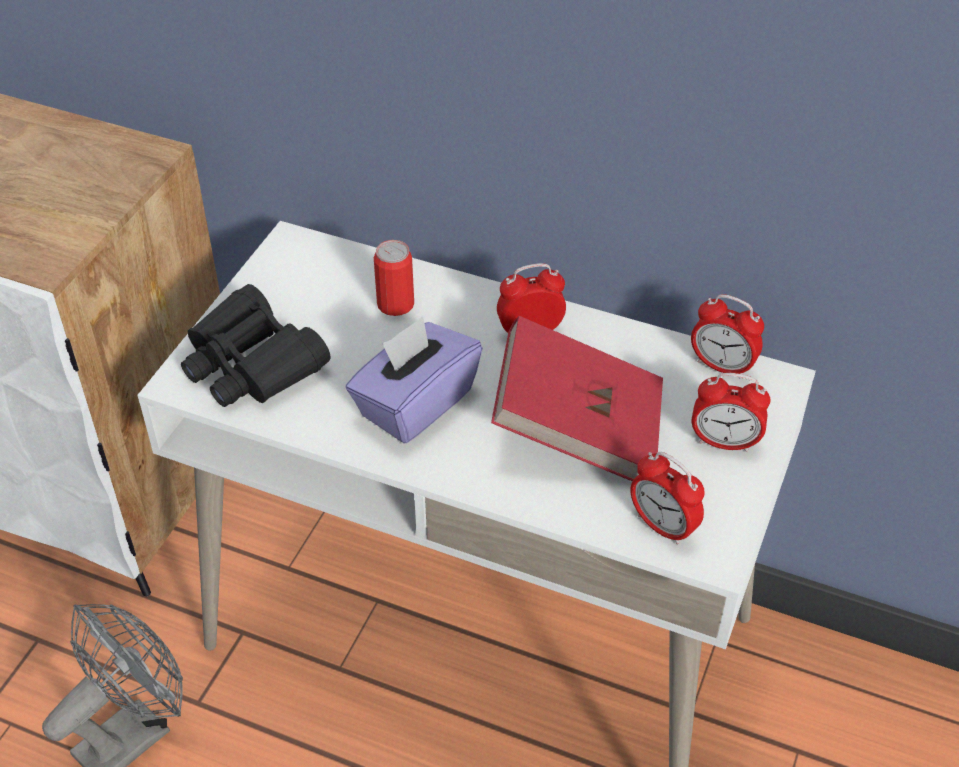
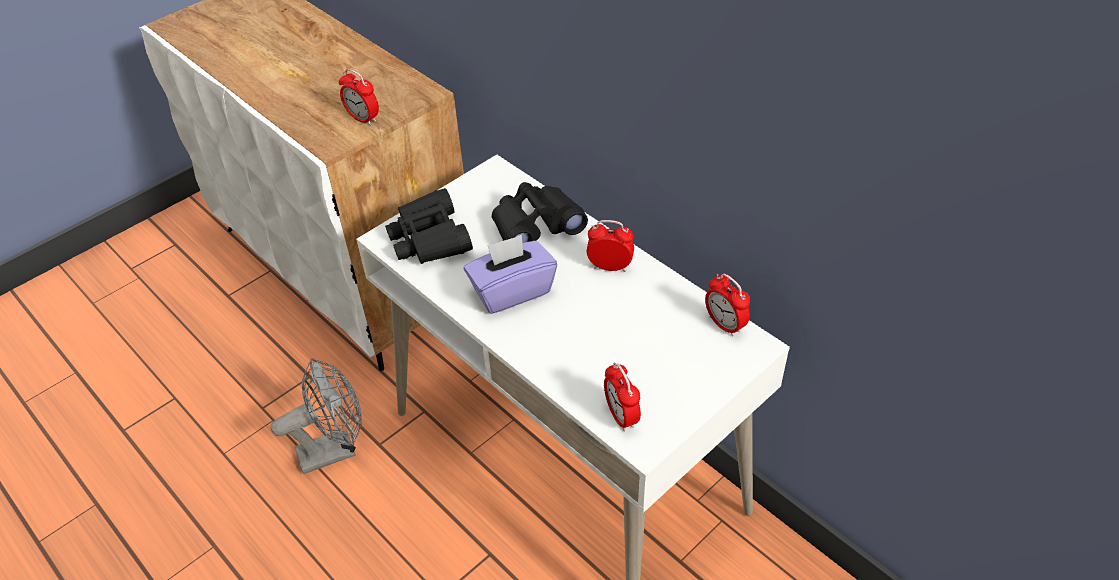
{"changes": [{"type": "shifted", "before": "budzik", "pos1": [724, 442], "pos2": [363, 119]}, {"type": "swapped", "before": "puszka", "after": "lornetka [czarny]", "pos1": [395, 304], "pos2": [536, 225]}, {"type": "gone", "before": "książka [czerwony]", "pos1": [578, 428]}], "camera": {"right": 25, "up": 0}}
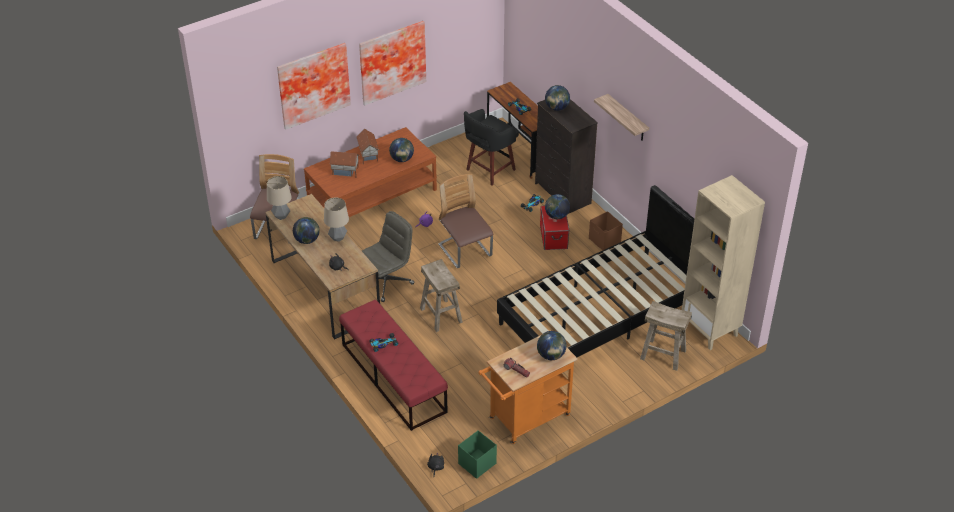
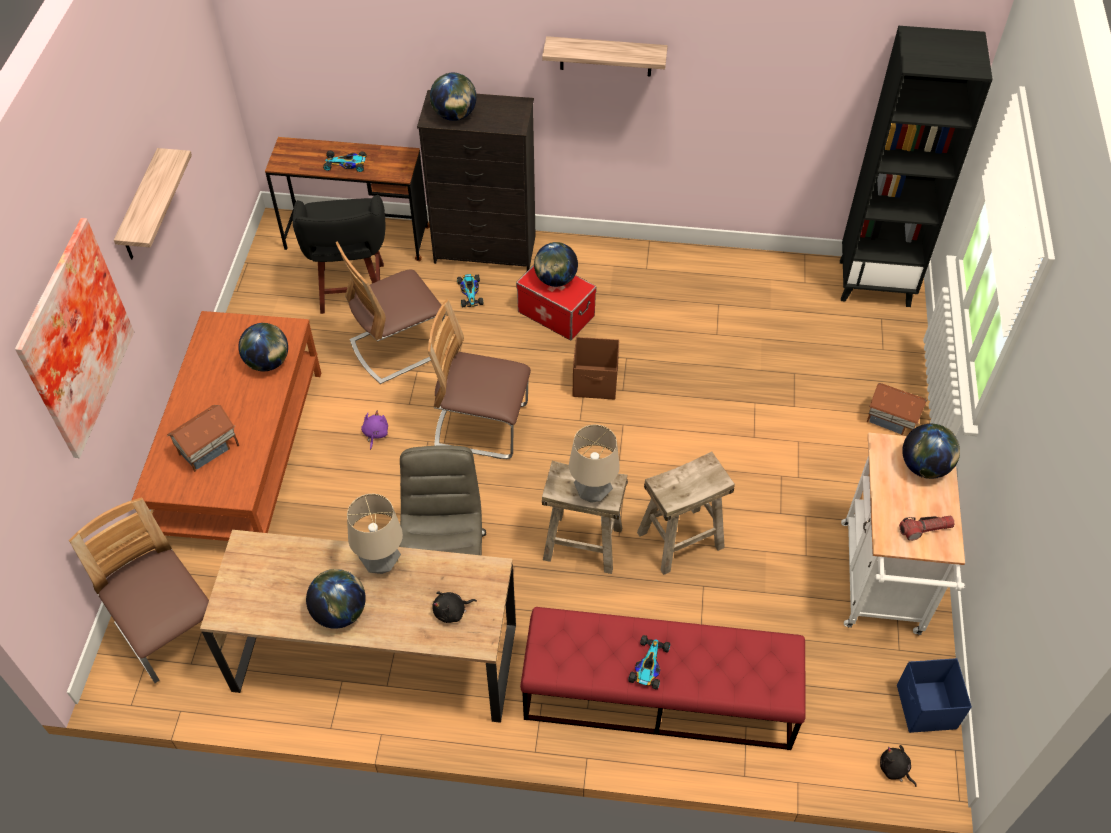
{"changes": [{"type": "swapped", "before": "obraz", "after": "półka", "pos1": [391, 61], "pos2": [141, 208]}, {"type": "new", "after": "krzesło", "pos2": [398, 347]}, {"type": "shifted", "before": "lampa stołowa", "pos1": [281, 216], "pos2": [593, 494]}, {"type": "shifted", "before": "pojemnik do przechowywania [brązowy]", "pos1": [604, 241], "pos2": [595, 383]}, {"type": "shifted", "before": "stołek [beżowy]", "pos1": [662, 355], "pos2": [680, 540]}, {"type": "repainted", "before": "regał [beżowy]", "after": "regał [czarny]", "pos1": [710, 330], "pos2": [875, 283]}, {"type": "repainted", "before": "wózek [pomarańczowy]", "after": "wózek [biały]", "pos1": [525, 419], "pos2": [881, 585]}, {"type": "shifted", "before": "domek", "pos1": [367, 155], "pos2": [891, 422]}, {"type": "repainted", "before": "pojemnik do przechowywania [zielony]", "after": "pojemnik do przechowywania [niebieski]", "pos1": [476, 464], "pos2": [926, 708]}, {"type": "gone", "before": "łóżko [czarny]", "pos1": [601, 313]}], "camera": {"right": -50, "up": 10}}
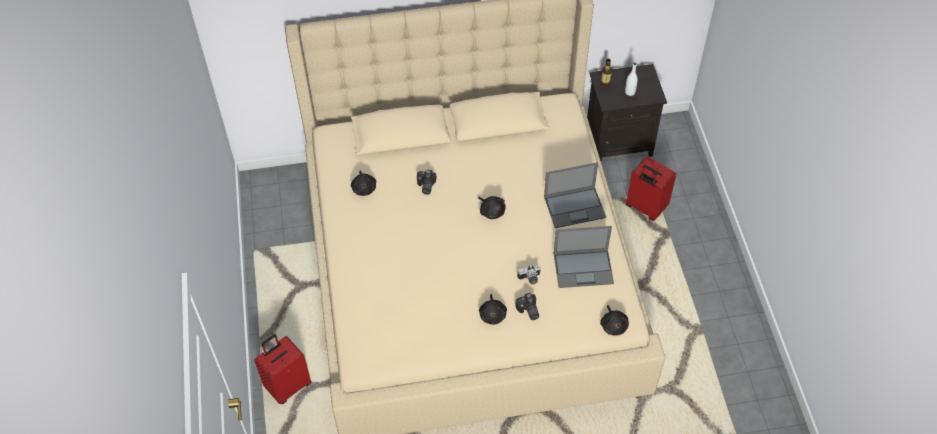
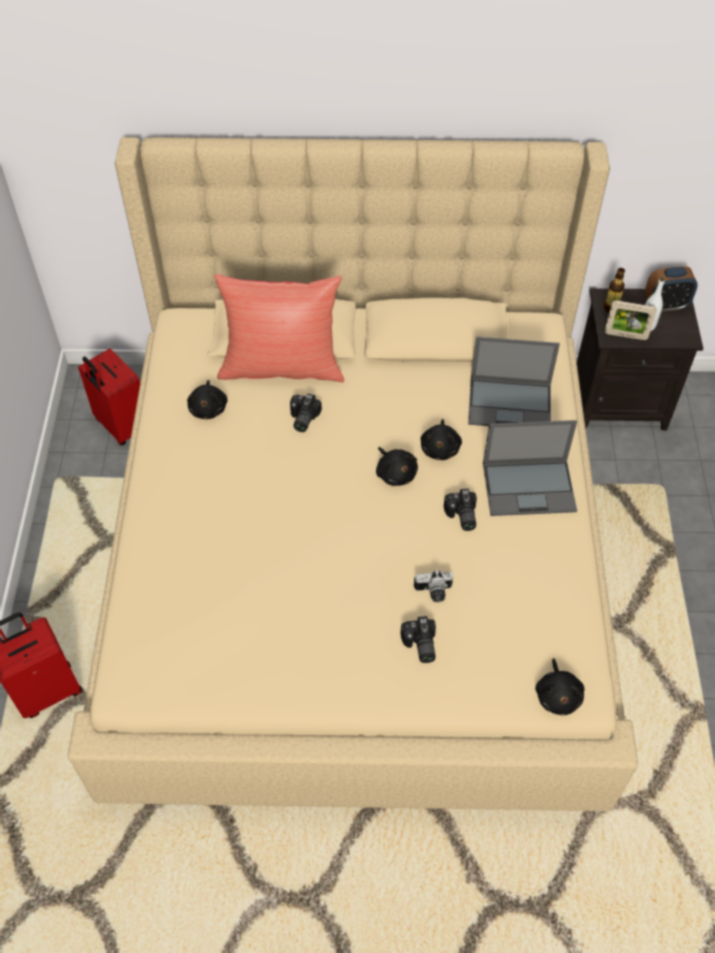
{"changes": [{"type": "shifted", "before": "walizka [czerwony]", "pos1": [645, 208], "pos2": [121, 426]}, {"type": "new", "after": "poduszka [czerwony]", "pos2": [282, 367]}, {"type": "shifted", "before": "pluszak [czarny]", "pos1": [493, 314], "pos2": [440, 448]}, {"type": "new", "after": "aparat fotograficzny", "pos2": [461, 516]}, {"type": "shifted", "before": "laptop", "pos1": [584, 268], "pos2": [511, 404]}, {"type": "new", "after": "ramka na zdjęcie", "pos2": [625, 335]}, {"type": "new", "after": "budzik", "pos2": [665, 305]}], "camera": {"right": 10, "up": 0}}
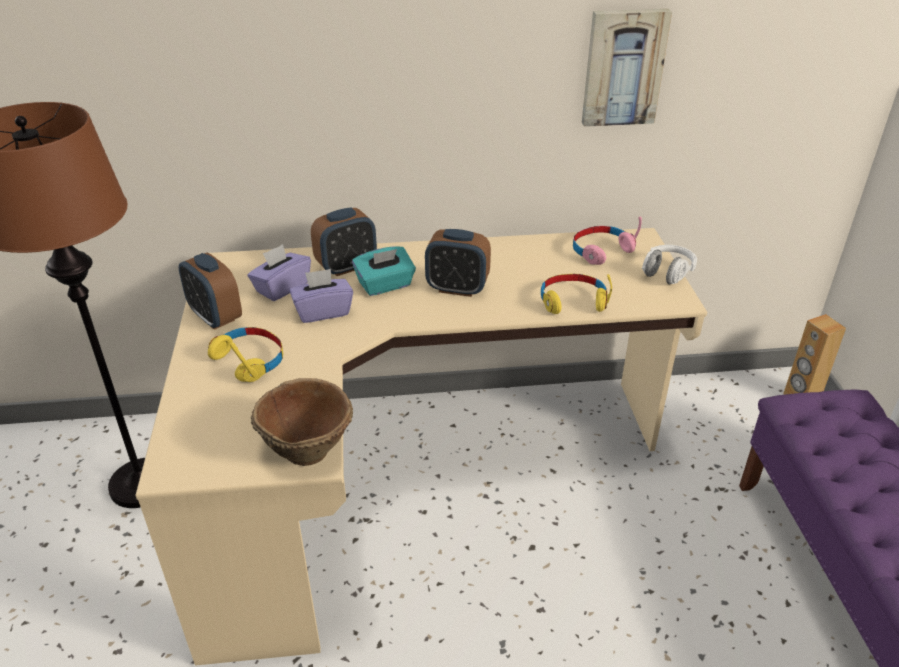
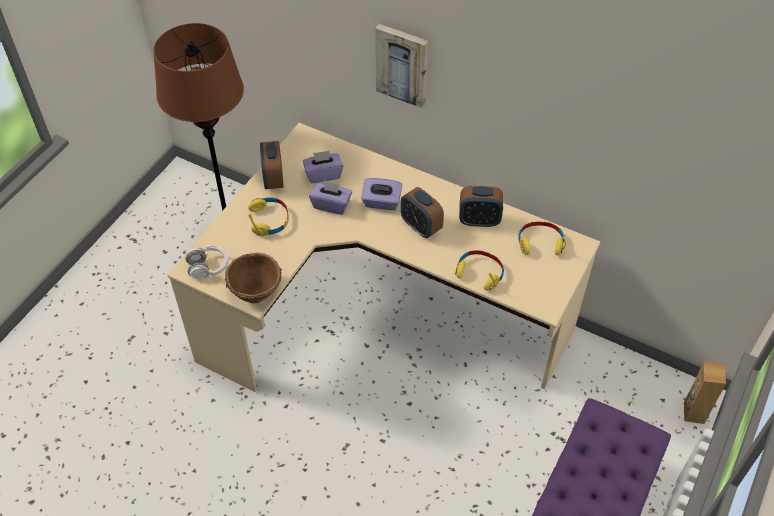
{"changes": [{"type": "shifted", "before": "słuchawki [biały]", "pos1": [667, 273], "pos2": [208, 268]}, {"type": "repainted", "before": "pudełko chusteczek [turkusowy]", "after": "pudełko chusteczek [fioletowy]", "pos1": [385, 285], "pos2": [381, 202]}, {"type": "shifted", "before": "obraz", "pos1": [623, 67], "pos2": [403, 64]}, {"type": "shifted", "before": "budzik", "pos1": [346, 267], "pos2": [479, 220]}, {"type": "repainted", "before": "słuchawki [różowy]", "after": "słuchawki [żółty]", "pos1": [601, 251], "pos2": [540, 243]}], "camera": {"right": 35, "up": 15}}
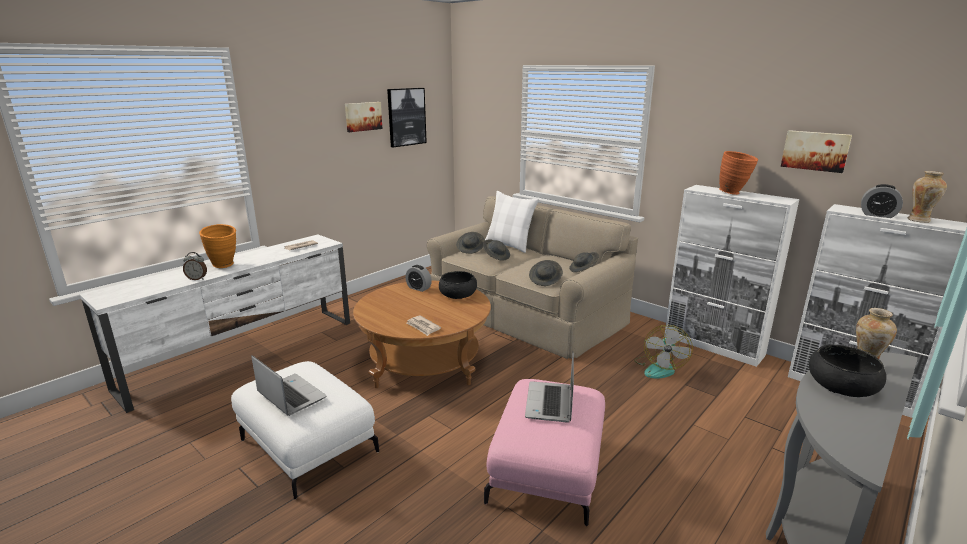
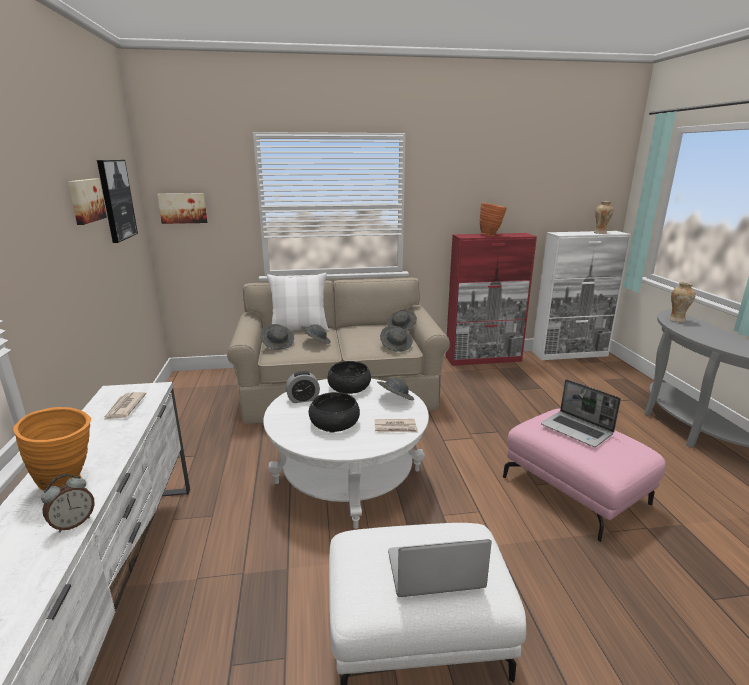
{"changes": [{"type": "shifted", "before": "obraz", "pos1": [815, 151], "pos2": [183, 208]}, {"type": "repainted", "before": "ława [brązowy]", "after": "ława [biały]", "pos1": [425, 362], "pos2": [348, 476]}, {"type": "shifted", "before": "miska [czarny]", "pos1": [842, 385], "pos2": [334, 423]}, {"type": "new", "after": "kapelusz [szary]", "pos2": [395, 399]}, {"type": "repainted", "before": "szafka [biały]", "after": "szafka [czerwony]", "pos1": [713, 345], "pos2": [483, 359]}, {"type": "gone", "before": "wentylator", "pos1": [659, 368]}, {"type": "gone", "before": "budzik", "pos1": [878, 215]}], "camera": {"right": -50, "up": 0}}
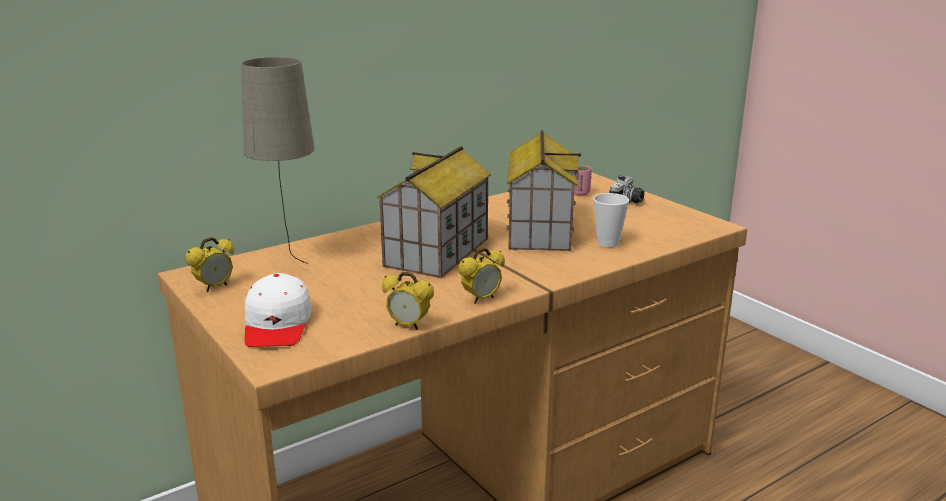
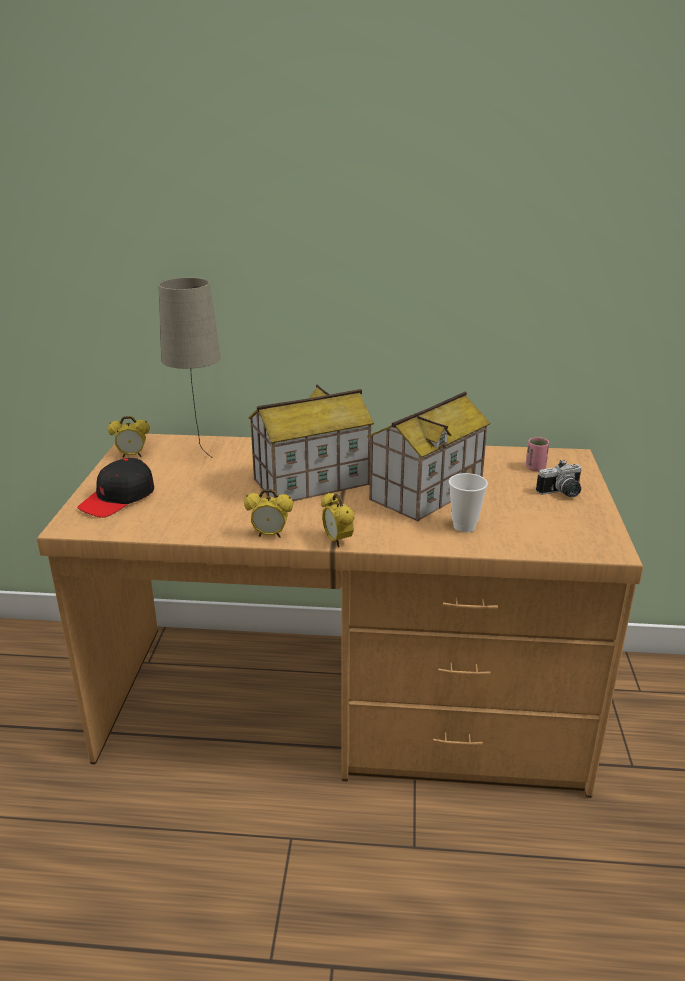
{"changes": [{"type": "repainted", "before": "czapka z daszkiem [biały]", "after": "czapka z daszkiem [czarny]", "pos1": [277, 325], "pos2": [118, 498]}, {"type": "shifted", "before": "budzik", "pos1": [408, 325], "pos2": [337, 541]}], "camera": {"right": 40, "up": 5}}
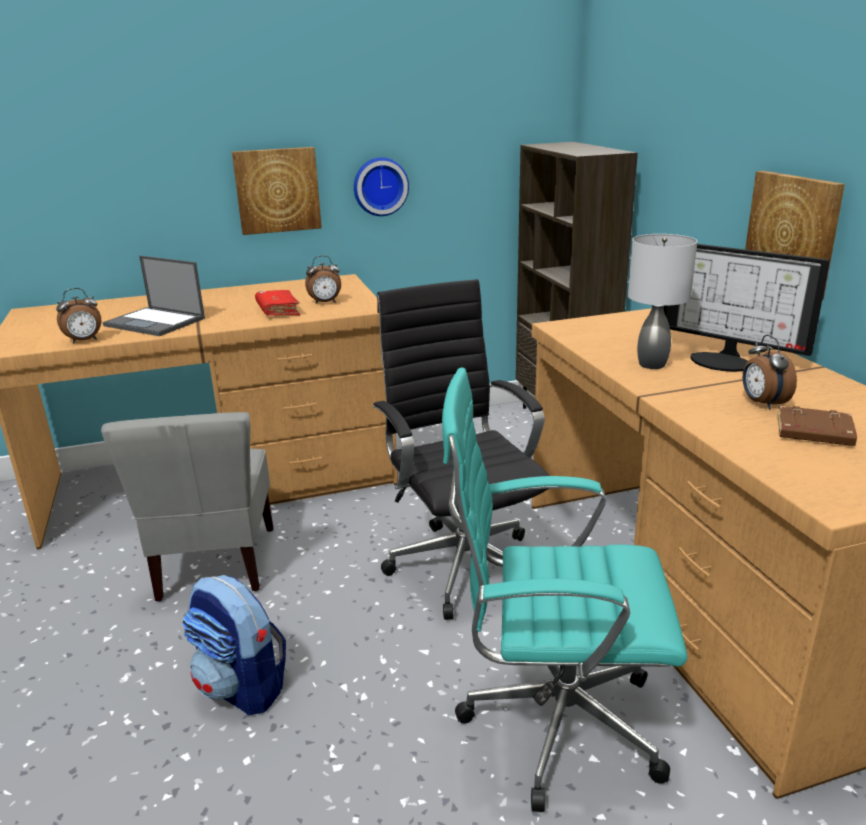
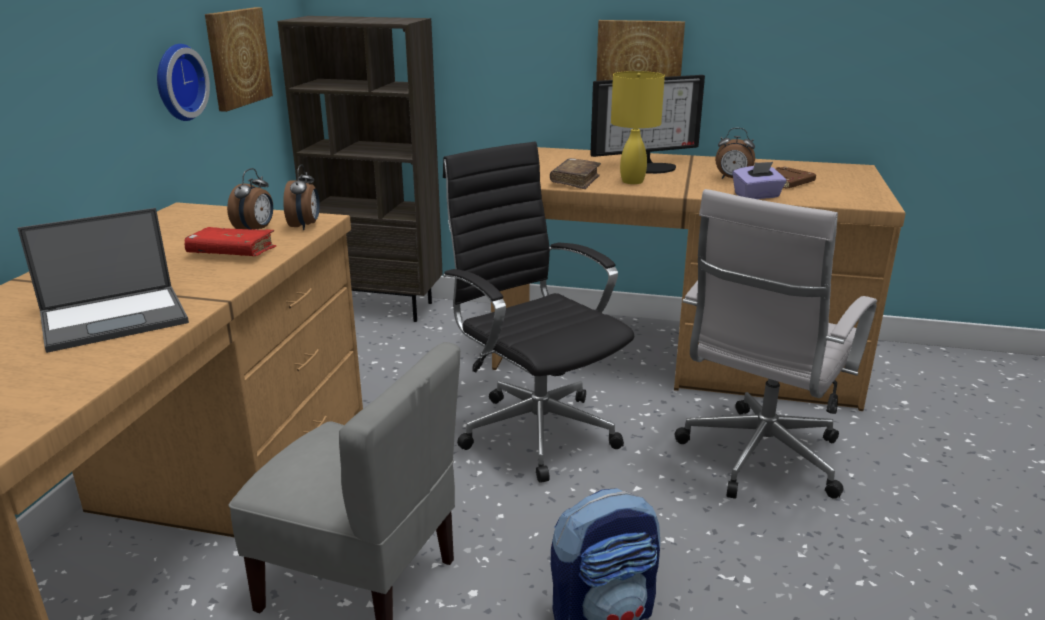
{"changes": [{"type": "shifted", "before": "obraz", "pos1": [277, 190], "pos2": [237, 57]}, {"type": "shifted", "before": "budzik", "pos1": [84, 341], "pos2": [305, 226]}, {"type": "rotated", "before": "krzesło biurowe [czarny]", "pos1": [461, 563], "pos2": [534, 429], "turn": 45}, {"type": "new", "after": "książka [brązowy]", "pos2": [575, 181]}, {"type": "repainted", "before": "lampa stołowa [szary]", "after": "lampa stołowa [żółty]", "pos1": [651, 364], "pos2": [632, 181]}, {"type": "repainted", "before": "krzesło biurowe [turkusowy]", "after": "krzesło biurowe [biały]", "pos1": [552, 723], "pos2": [758, 460]}, {"type": "new", "after": "pudełko chusteczek [fioletowy]", "pos2": [757, 196]}], "camera": {"right": -60, "up": 0}}
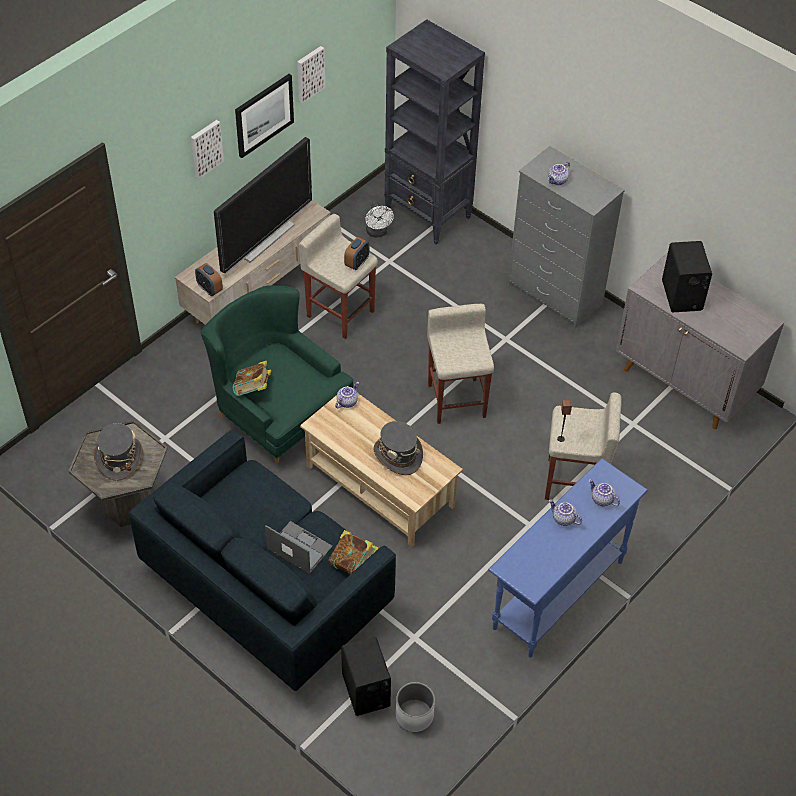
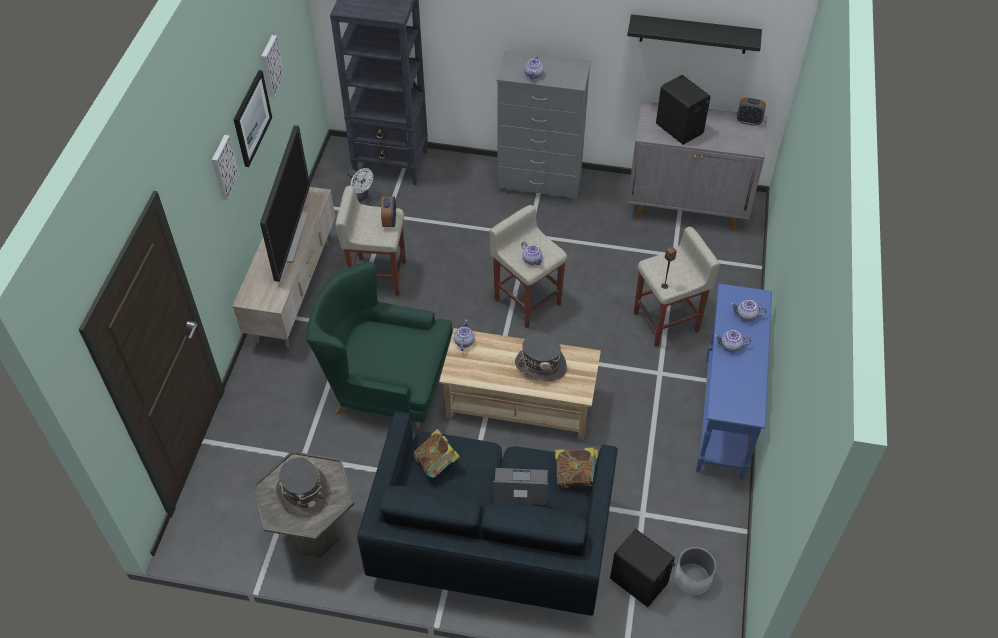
{"changes": [{"type": "shifted", "before": "książka", "pos1": [252, 390], "pos2": [437, 463]}, {"type": "new", "after": "imbryk", "pos2": [532, 260]}, {"type": "new", "after": "półka [czarny]", "pos2": [693, 34]}, {"type": "shifted", "before": "budzik", "pos1": [209, 289], "pos2": [748, 121]}], "camera": {"right": -30, "up": 0}}
